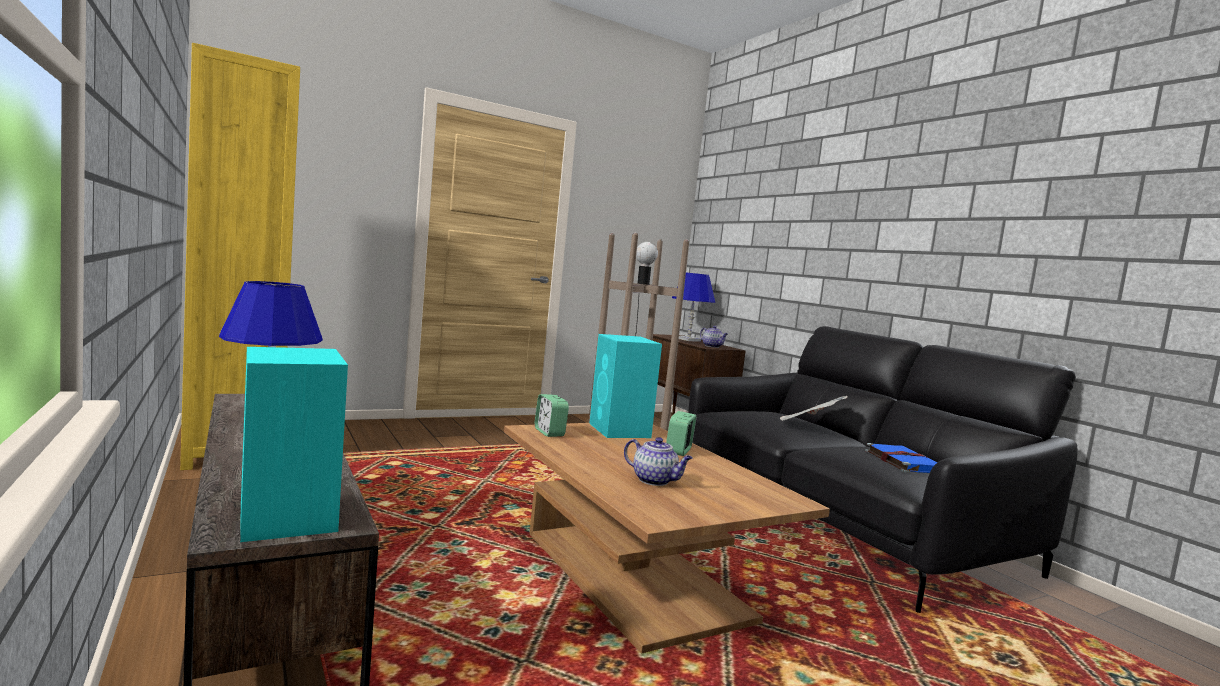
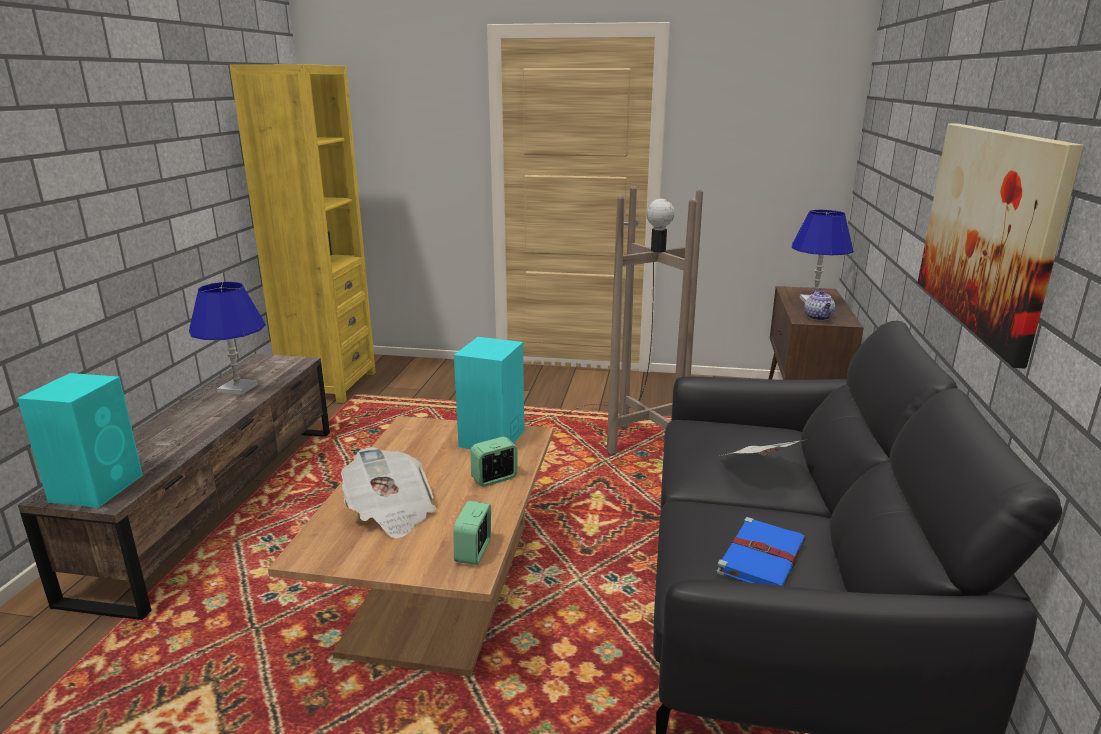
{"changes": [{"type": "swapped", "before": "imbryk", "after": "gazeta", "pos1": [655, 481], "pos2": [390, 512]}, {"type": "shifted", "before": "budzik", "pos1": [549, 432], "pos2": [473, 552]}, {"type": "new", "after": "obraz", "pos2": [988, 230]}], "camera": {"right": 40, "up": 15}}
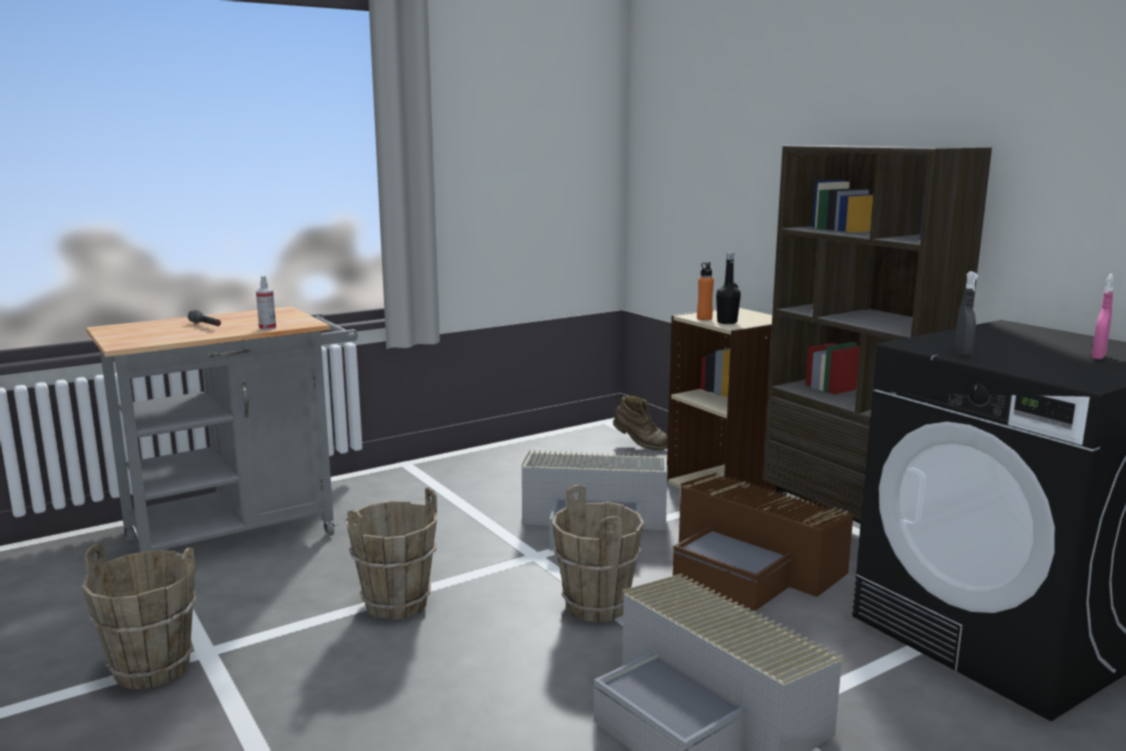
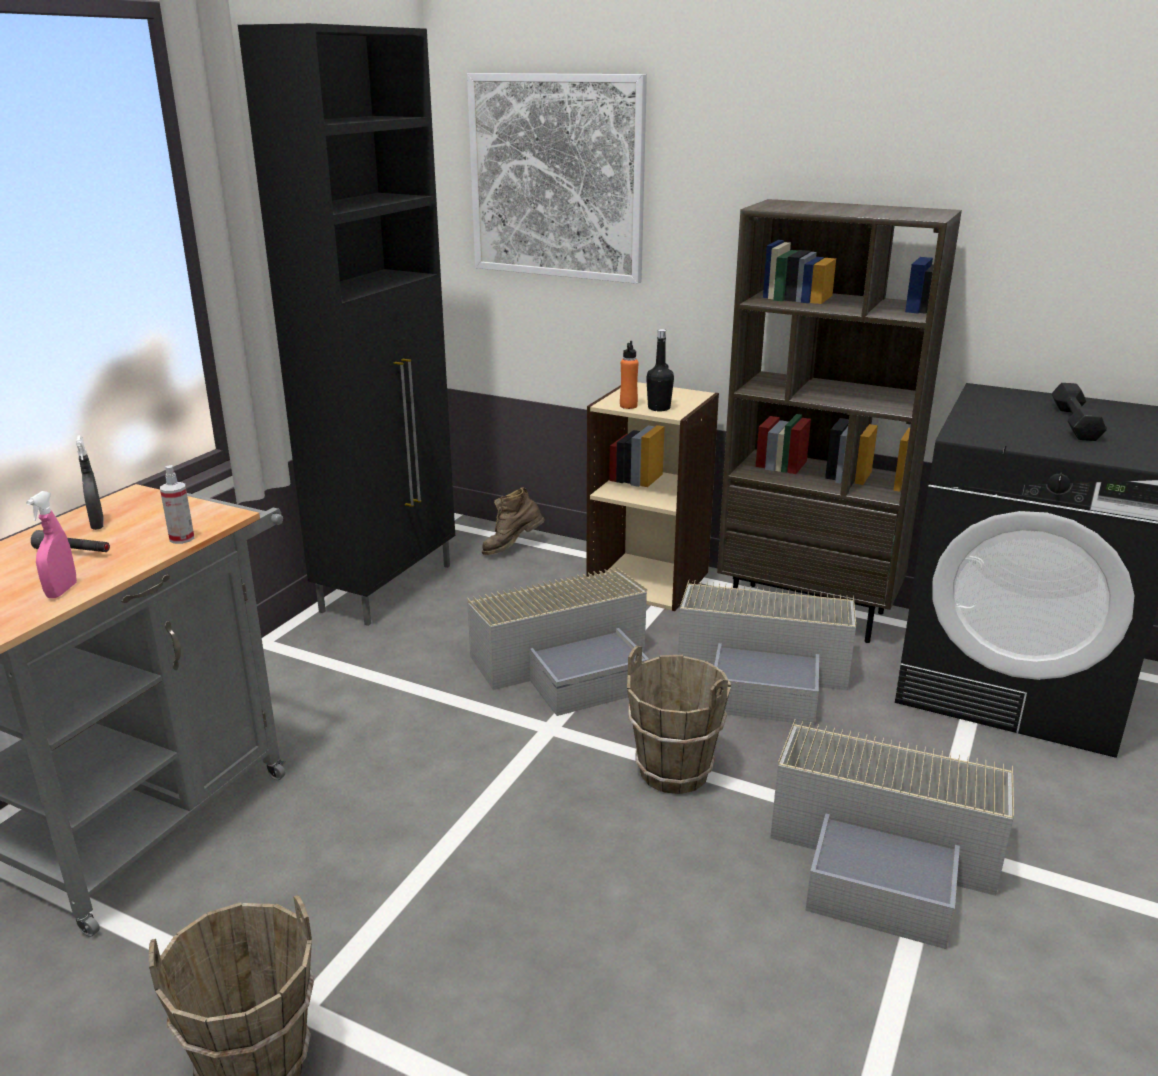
{"changes": [{"type": "shifted", "before": "spryskiwacz [różowy]", "pos1": [1098, 357], "pos2": [62, 591]}, {"type": "shifted", "before": "spryskiwacz [szary]", "pos1": [962, 353], "pos2": [97, 524]}, {"type": "new", "after": "szafka [czarny]", "pos2": [389, 587]}, {"type": "new", "after": "obraz", "pos2": [556, 177]}, {"type": "rotated", "before": "but z cholewką [brązowy]", "pos1": [639, 445], "pos2": [512, 548], "turn": 150}, {"type": "repainted", "before": "pojemnik do przechowywania [brązowy]", "after": "pojemnik do przechowywania [szary]", "pos1": [753, 567], "pos2": [765, 674]}, {"type": "new", "after": "hantel [czarny]", "pos2": [1074, 422]}, {"type": "gone", "before": "wiadro [brązowy]", "pos1": [395, 604]}], "camera": {"right": -30, "up": 10}}
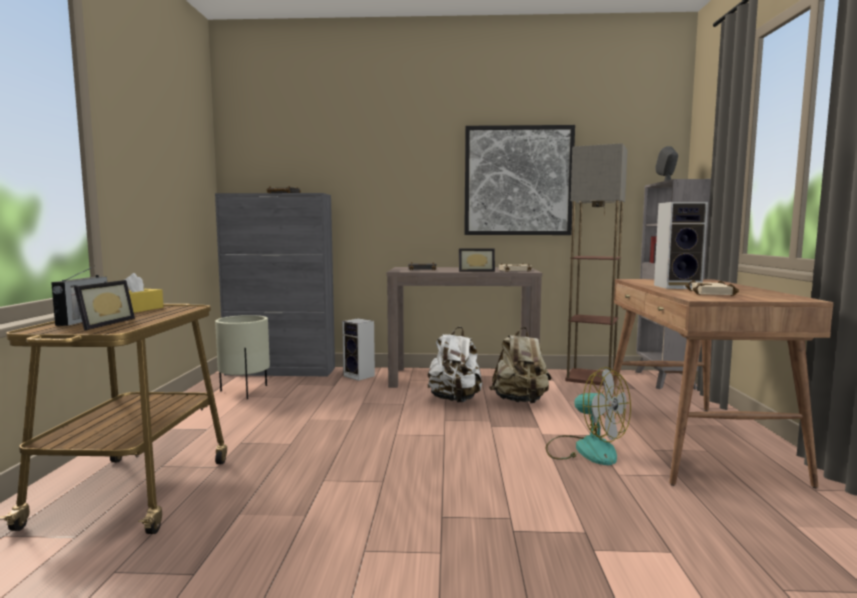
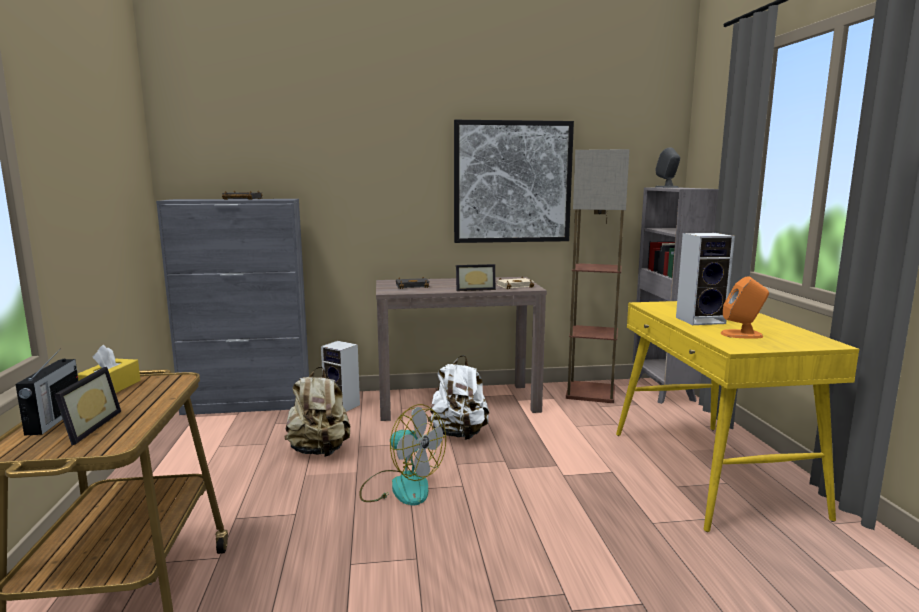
{"changes": [{"type": "shifted", "before": "plecak [beżowy]", "pos1": [520, 401], "pos2": [319, 451]}, {"type": "shifted", "before": "wentylator", "pos1": [585, 449], "pos2": [401, 486]}, {"type": "repainted", "before": "biurko [brązowy]", "after": "biurko [żółty]", "pos1": [693, 442], "pos2": [711, 472]}, {"type": "swapped", "before": "książka [beżowy]", "after": "głośnik [pomarańczowy]", "pos1": [713, 293], "pos2": [742, 334]}, {"type": "gone", "before": "donica [beżowy]", "pos1": [244, 391]}], "camera": {"right": -10, "up": 5}}
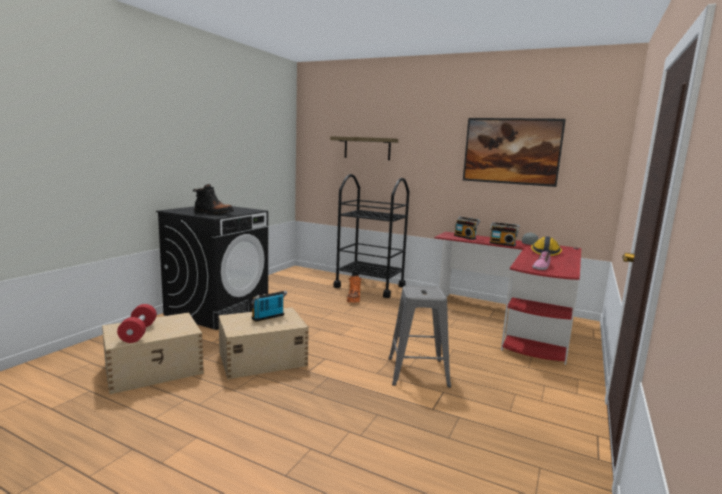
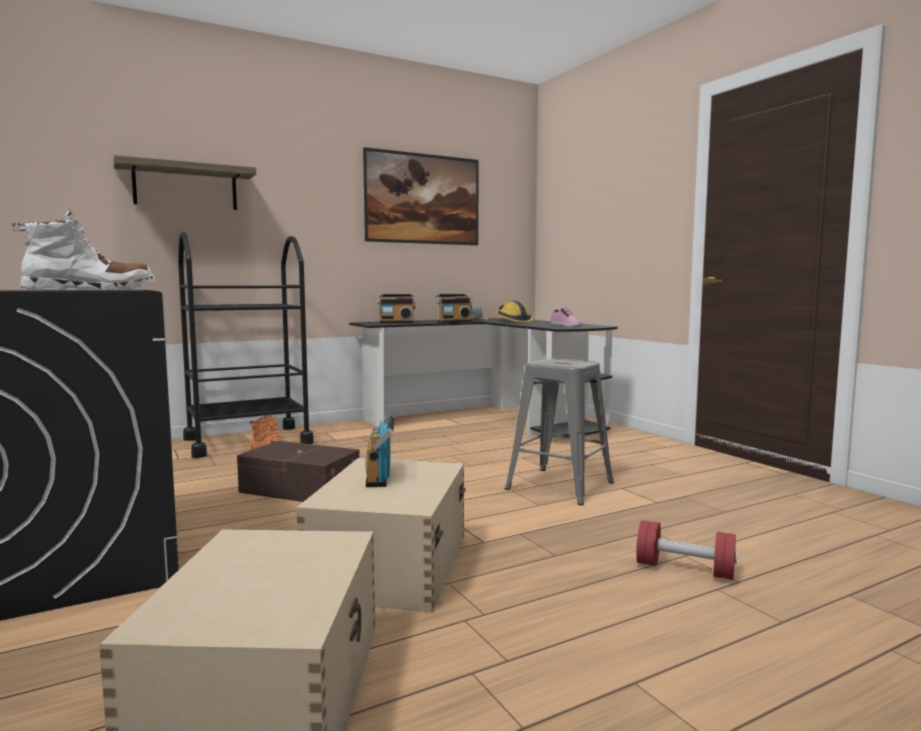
{"changes": [{"type": "repainted", "before": "but z cholewką [czarny]", "after": "but z cholewką [biały]", "pos1": [213, 213], "pos2": [91, 290]}, {"type": "new", "after": "pojemnik do przechowywania [brązowy]", "pos2": [300, 488]}, {"type": "repainted", "before": "biurko [czerwony]", "after": "biurko [czarny]", "pos1": [514, 322], "pos2": [490, 421]}, {"type": "shifted", "before": "hantel [czerwony]", "pos1": [138, 333], "pos2": [684, 569]}], "camera": {"right": -55, "up": -5}}
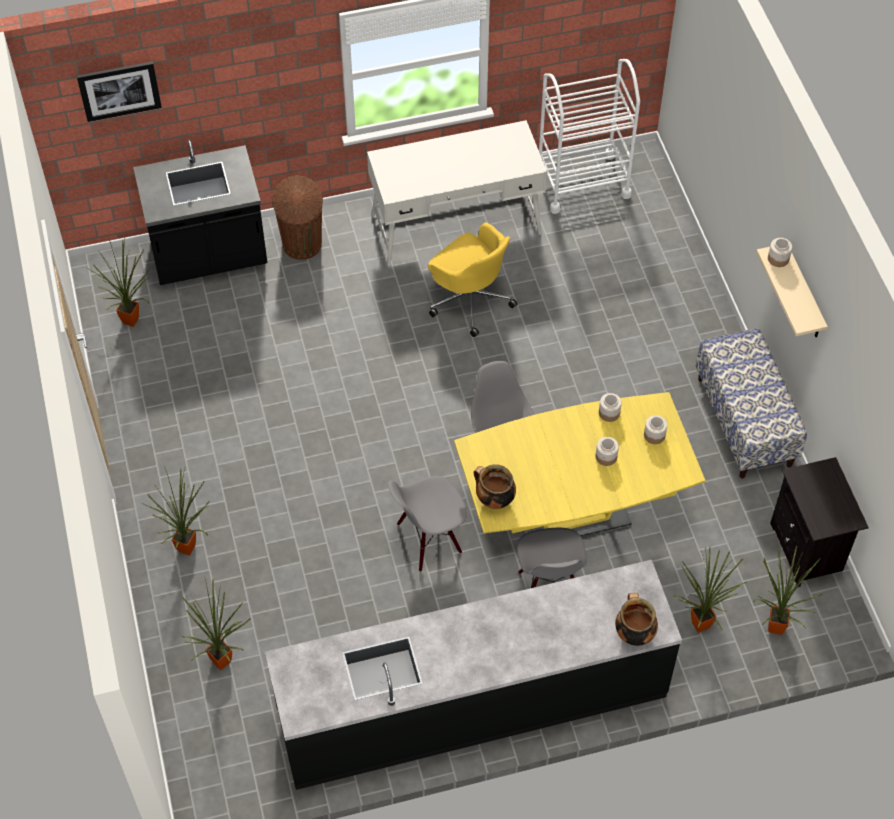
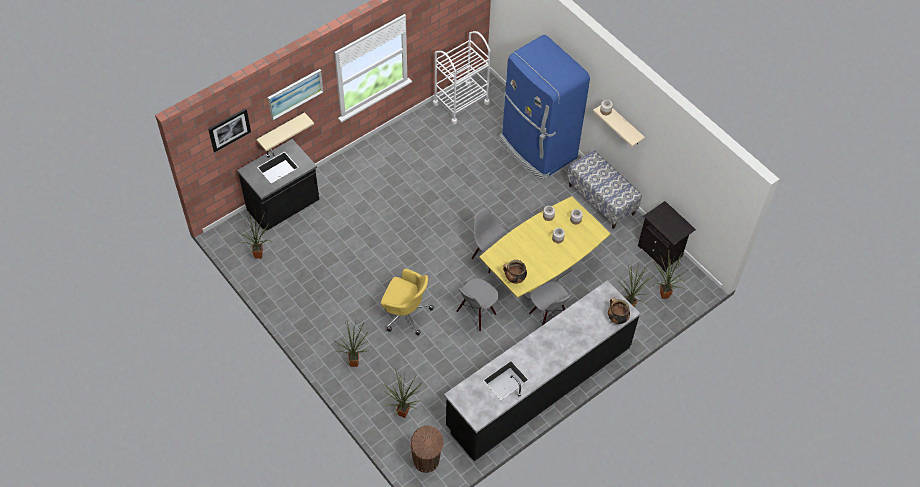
{"changes": [{"type": "new", "after": "półka [beżowy]", "pos2": [281, 131]}, {"type": "new", "after": "obraz", "pos2": [295, 93]}, {"type": "shifted", "before": "krzesło biurowe [żółty]", "pos1": [469, 299], "pos2": [405, 313]}, {"type": "shifted", "before": "kosz na śmieci [brązowy]", "pos1": [302, 246], "pos2": [426, 461]}, {"type": "new", "after": "lodówka [niebieski]", "pos2": [537, 149]}, {"type": "gone", "before": "biurko [biały]", "pos1": [456, 224]}], "camera": {"right": -25, "up": 0}}
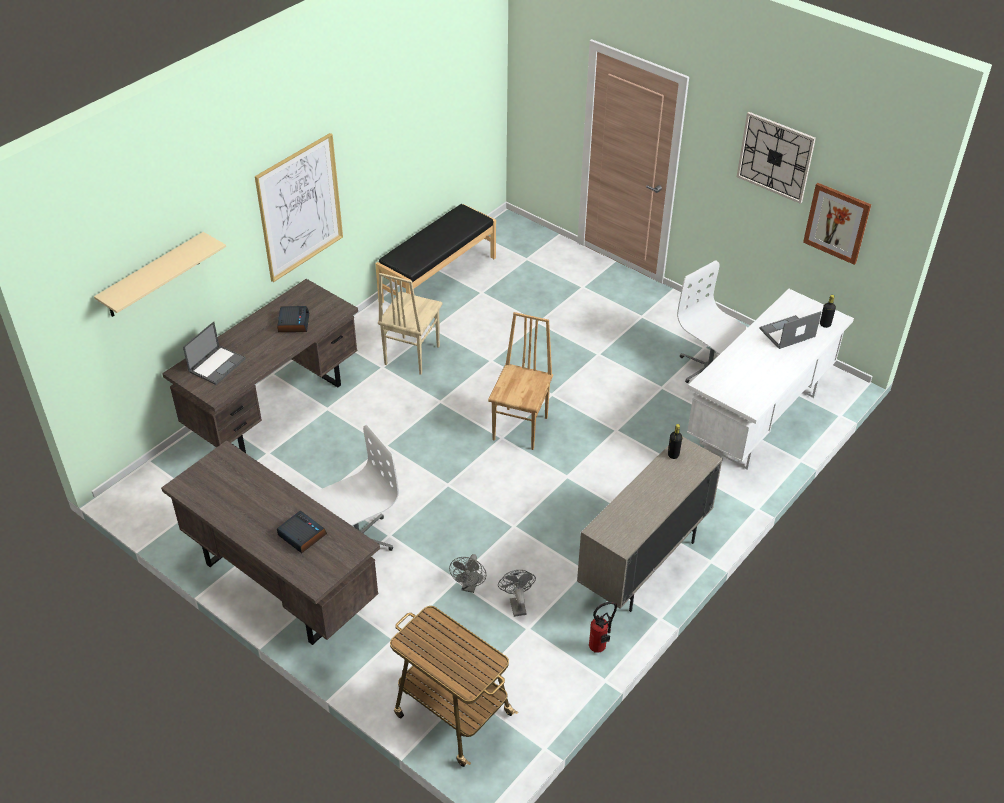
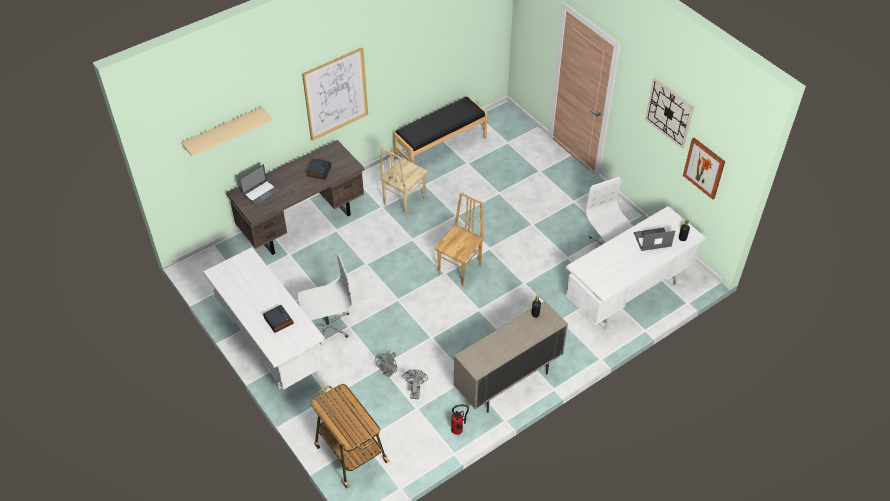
{"changes": [{"type": "repainted", "before": "biurko [brązowy]", "after": "biurko [biały]", "pos1": [279, 584], "pos2": [270, 345]}], "camera": {"right": 15, "up": 5}}
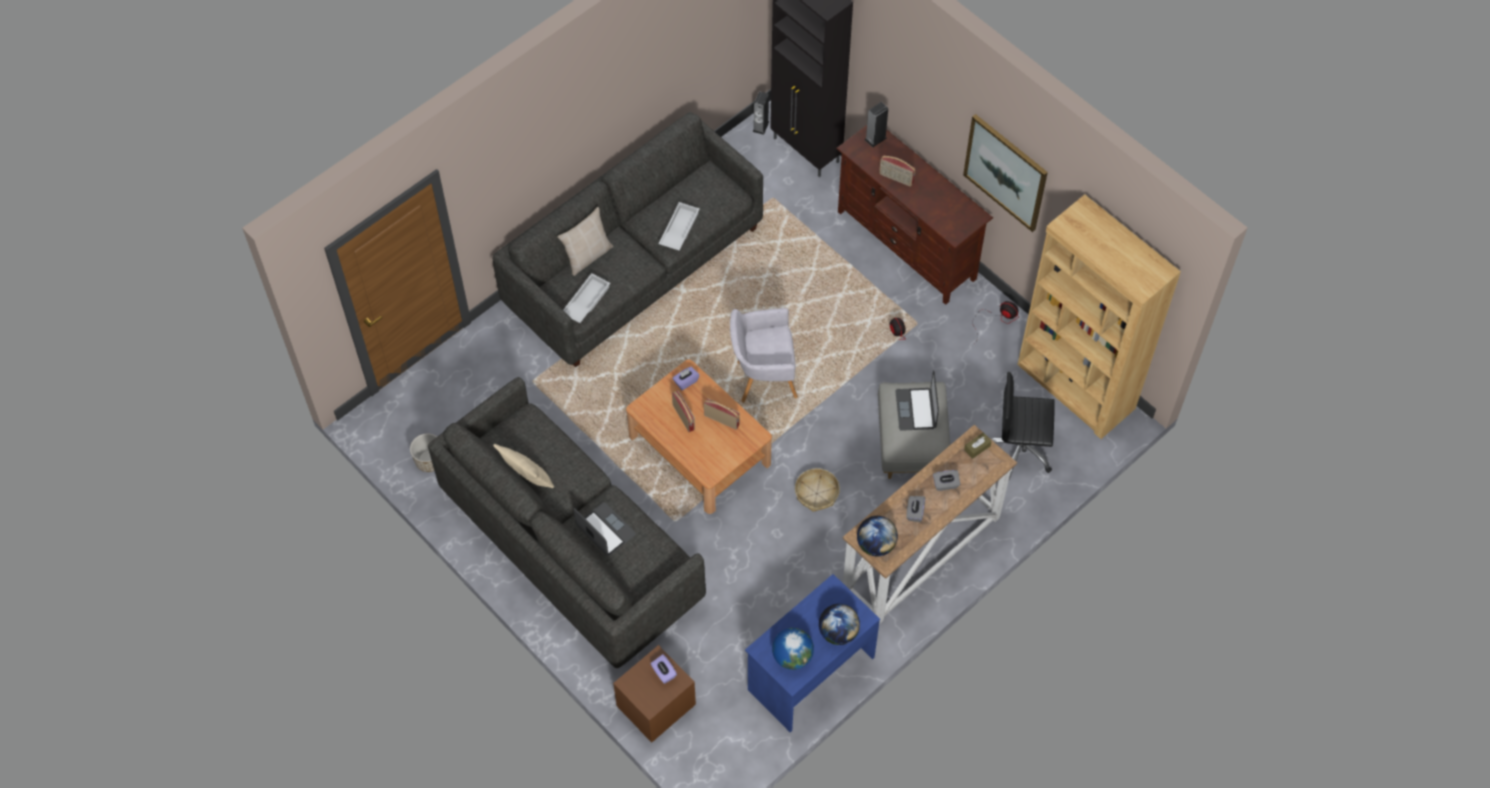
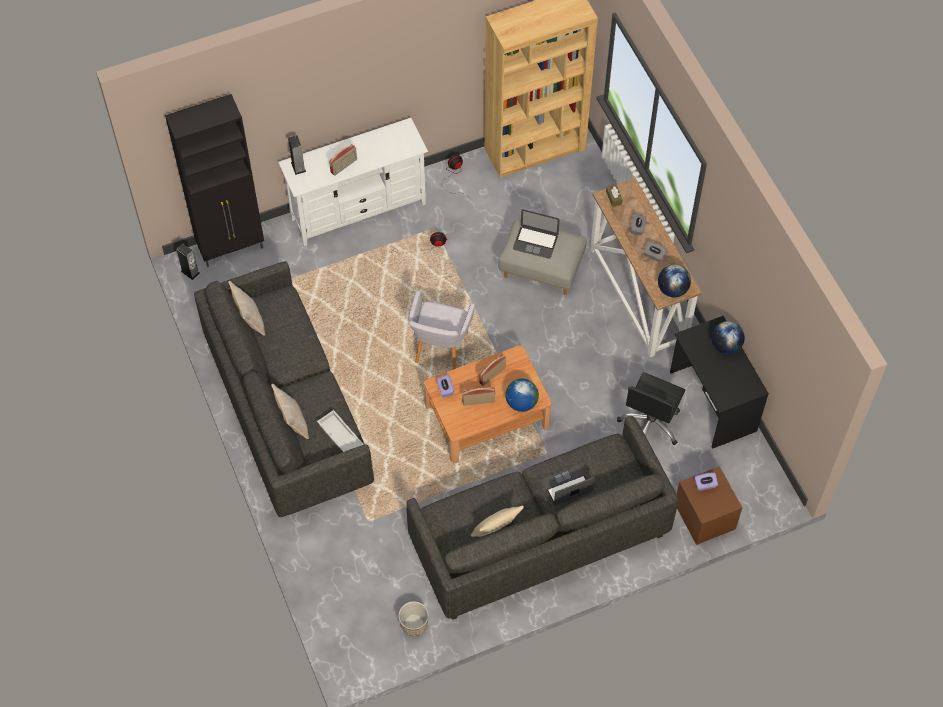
{"changes": [{"type": "new", "after": "poduszka [beżowy]", "pos2": [249, 319]}, {"type": "repainted", "before": "szafka pod telewizor [brązowy]", "after": "szafka pod telewizor [biały]", "pos1": [907, 245], "pos2": [358, 210]}, {"type": "shifted", "before": "globus", "pos1": [792, 656], "pos2": [521, 402]}, {"type": "shifted", "before": "krzesło biurowe [czarny]", "pos1": [1019, 449], "pos2": [650, 424]}, {"type": "repainted", "before": "biurko [niebieski]", "after": "biurko [czarny]", "pos1": [809, 672], "pos2": [712, 402]}, {"type": "gone", "before": "taca [biały]", "pos1": [678, 229]}, {"type": "gone", "before": "koszyk", "pos1": [816, 493]}, {"type": "gone", "before": "obraz", "pos1": [1005, 172]}], "camera": {"right": -70, "up": 0}}
